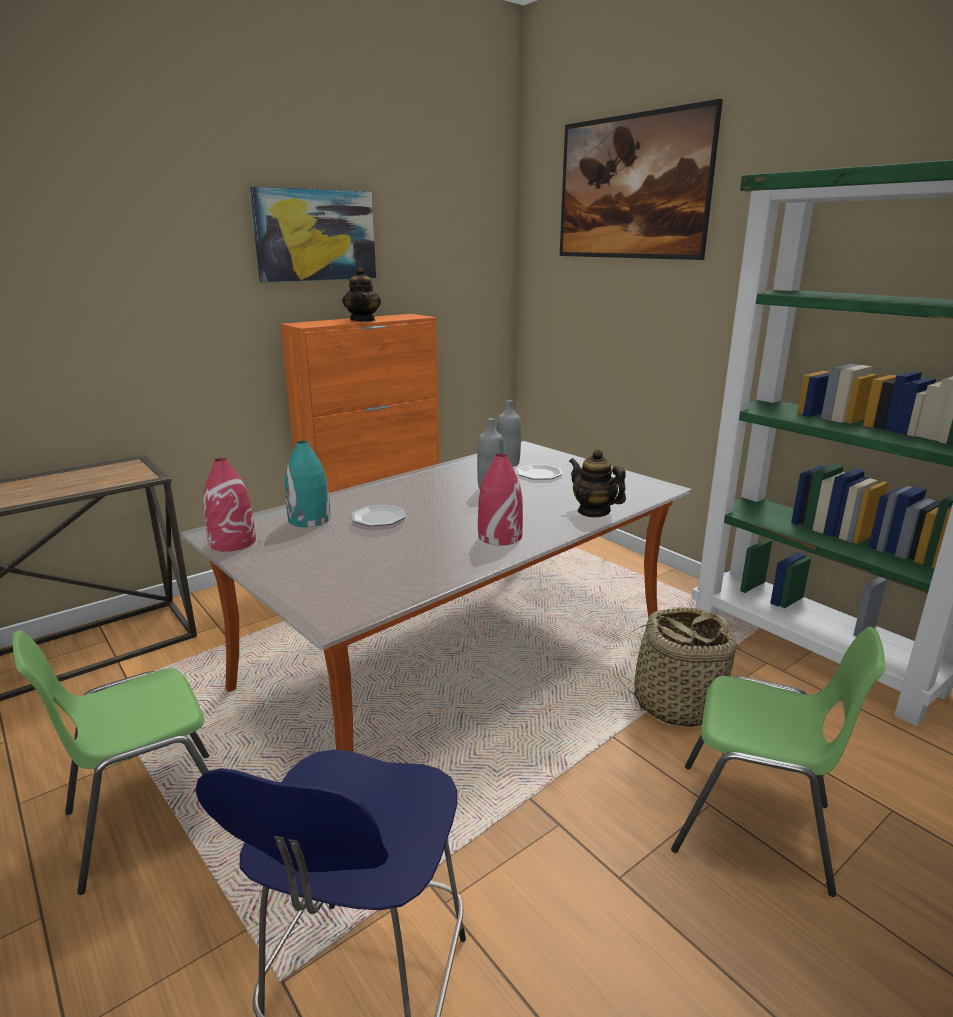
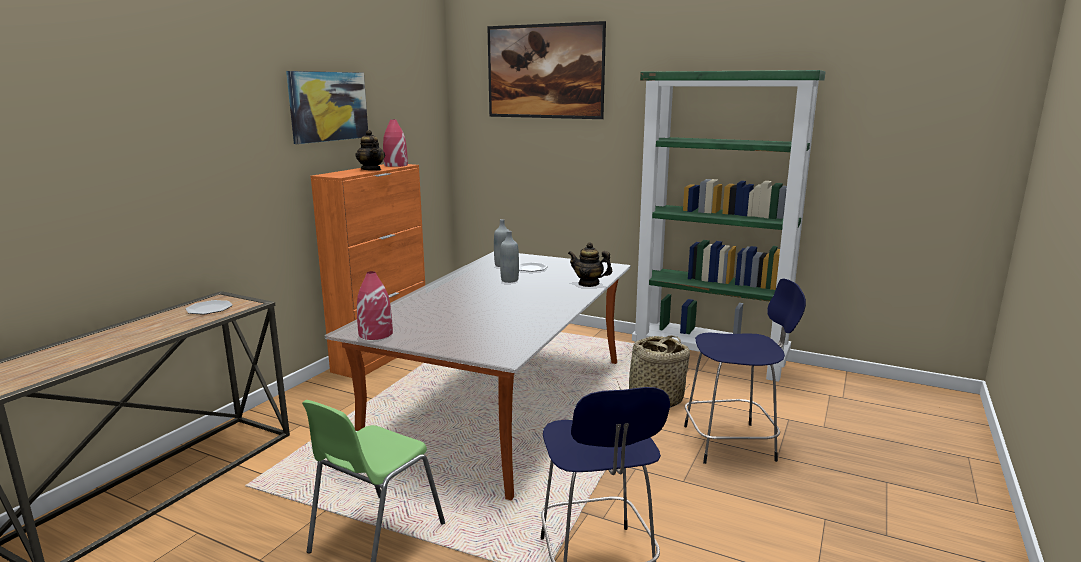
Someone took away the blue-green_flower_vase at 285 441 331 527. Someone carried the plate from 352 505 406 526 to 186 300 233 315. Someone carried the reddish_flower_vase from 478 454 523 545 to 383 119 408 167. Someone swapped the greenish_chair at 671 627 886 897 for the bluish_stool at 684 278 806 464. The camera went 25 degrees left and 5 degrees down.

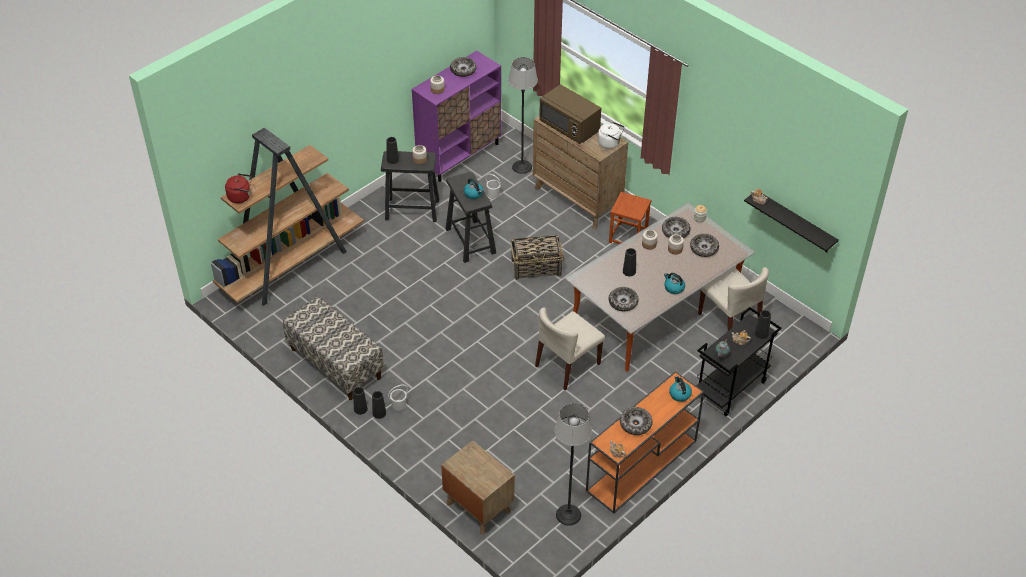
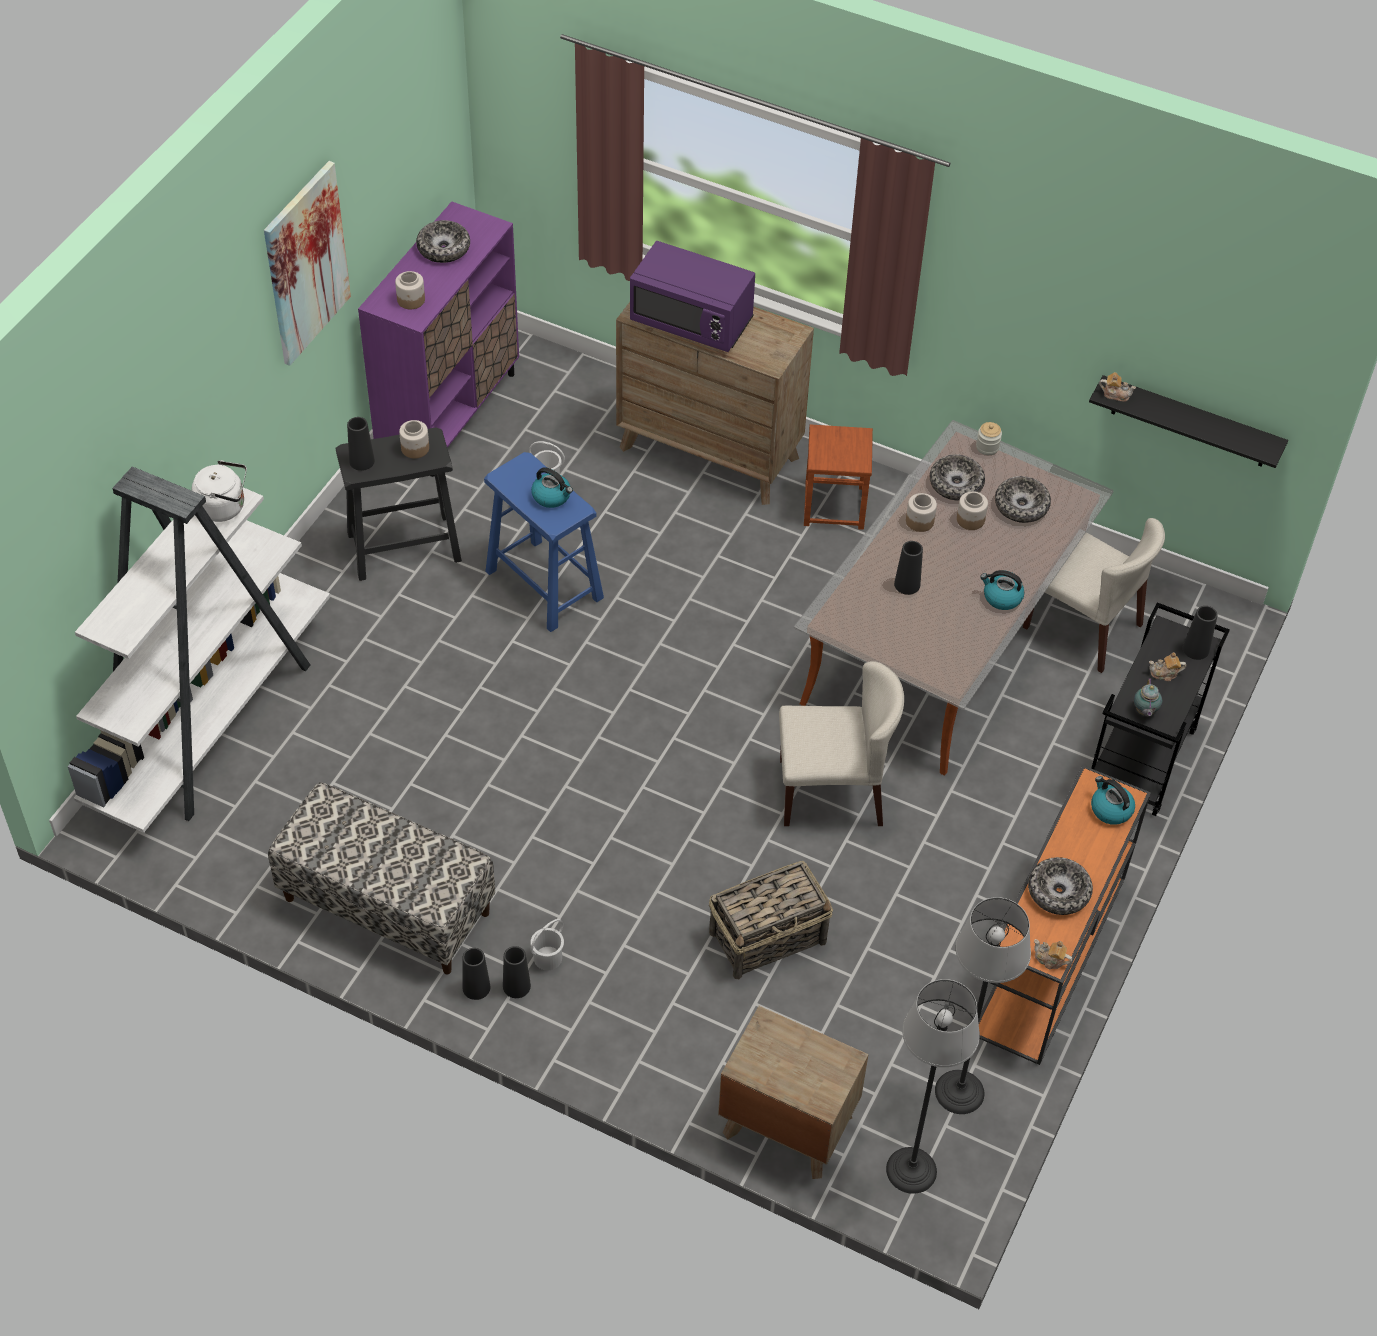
Someone repainted the brown-coloured_bookshelf at 211 128 364 306, which became the white_bookshelf at 67 466 330 833. Someone took away the reddish_kettle at 225 173 252 203. Someone repainted the blackish_stool at 445 172 496 263, which became the bluish_stool at 484 452 604 632. Someone carried the standard_lamp from 508 57 538 174 to 886 979 980 1194. Someone carried the storage_basket from 511 235 564 280 to 709 861 833 979. Someone rotated the beige-coloured_chair at 535 307 605 390 by 120 degrees counterclockwise. Someone repainted the brown-coloured_microwave at 539 84 601 144, which became the purple_microwave at 630 241 755 352. Someone carried the white_kettle from 598 122 625 149 to 192 460 247 522. Someone took away the deep_dish at 609 287 639 311. Someone put up the picture at 264 161 351 365. The camera went 20 degrees left and 5 degrees up.

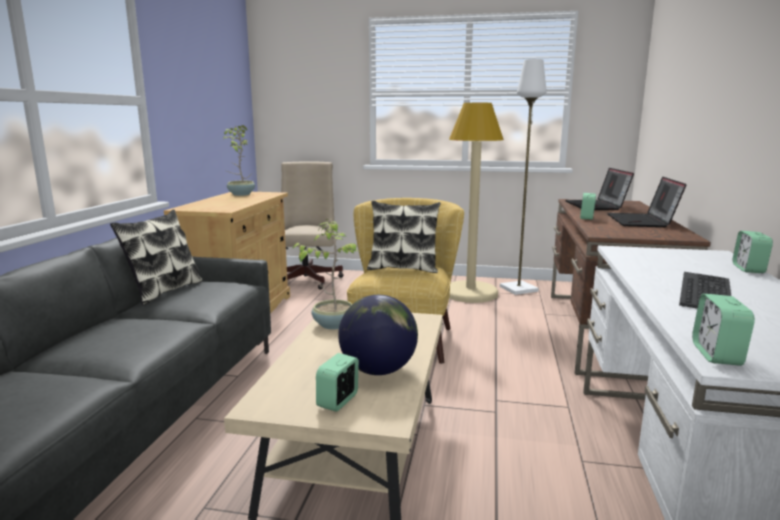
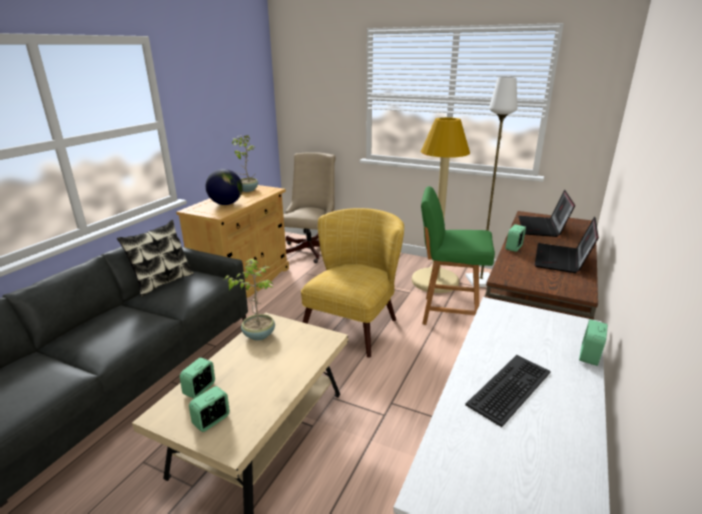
Someone carried the desk_globe from 338 295 418 375 to 206 169 243 205. Someone took away the throw_pillow at 367 201 441 273. Someone carried the alarm_clock from 692 294 755 366 to 180 358 215 399. Someone put down the greenish_chair at 421 186 495 325. The camera went 15 degrees right and 10 degrees up.

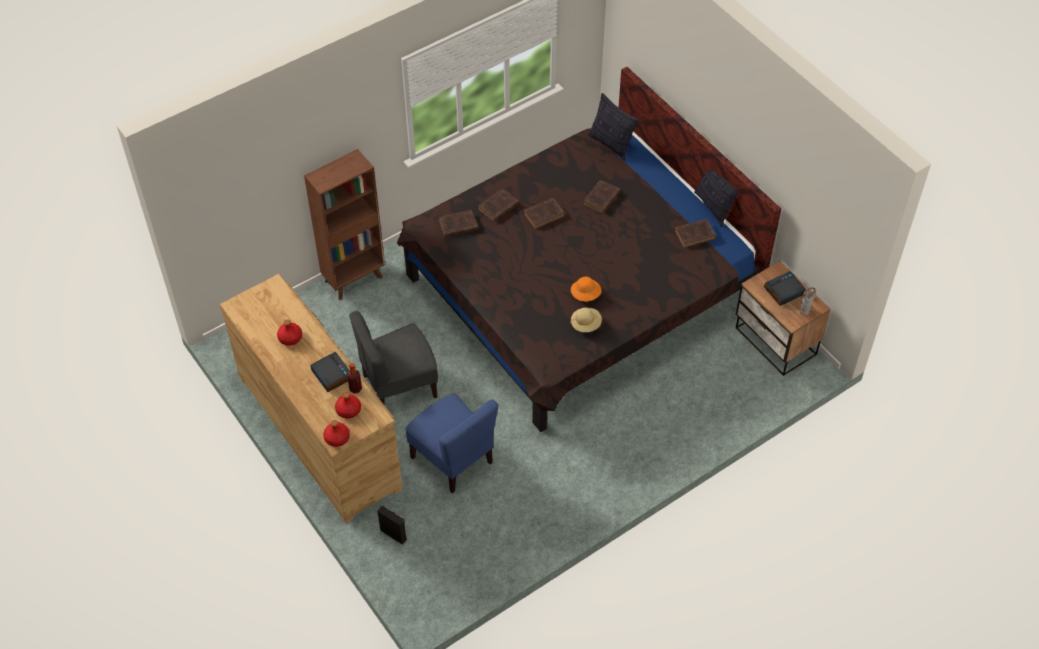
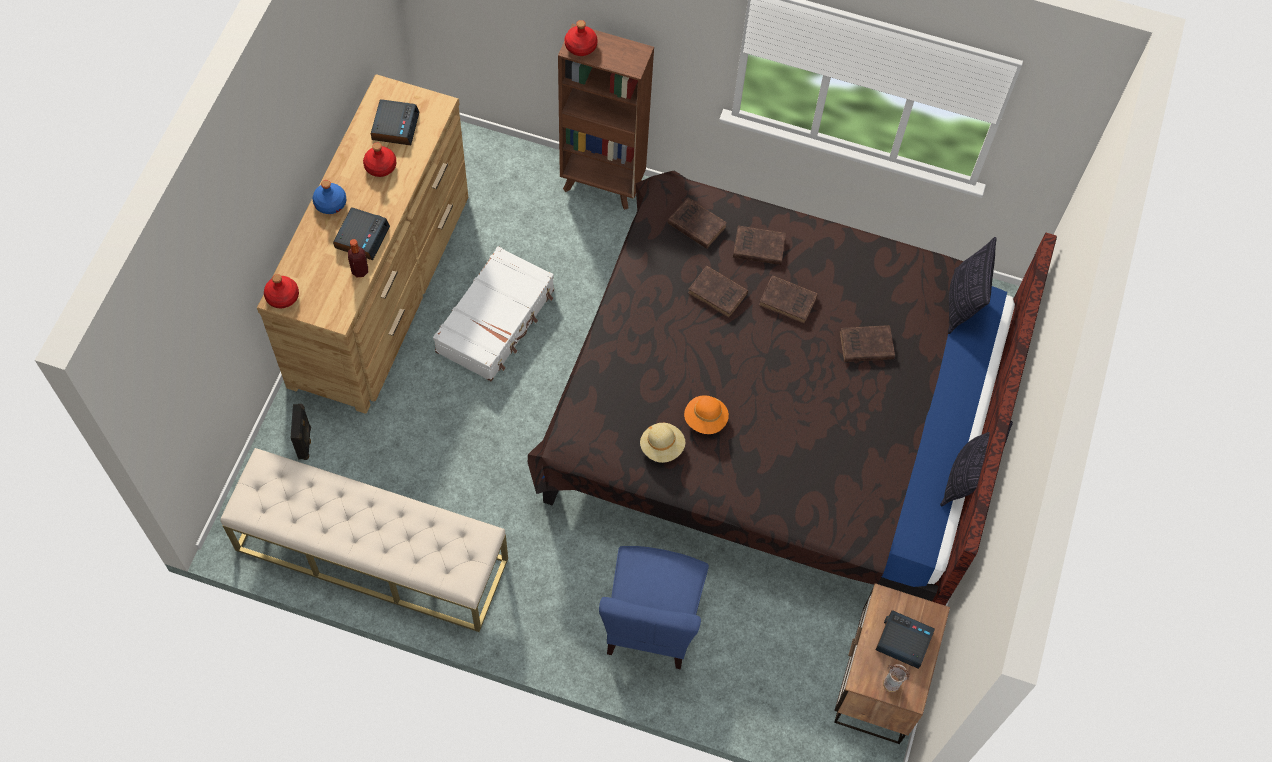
Someone carried the reddish_bottle from 335 392 361 418 to 565 20 598 56. Someone swapped the grey_chair at 349 311 438 405 for the white_suitcase at 433 246 554 381. Someone carried the bluish_chair from 406 393 498 493 to 599 546 709 669. Someone carried the brown-coloured_volume from 675 219 716 248 to 688 266 748 318. Someone put down the beige-coloured_bench at 220 448 508 632. Someone put down the bluish_bottle at 312 180 346 214. Someone put down the alarm_clock at 371 99 420 145. The camera went 50 degrees right and 10 degrees up.

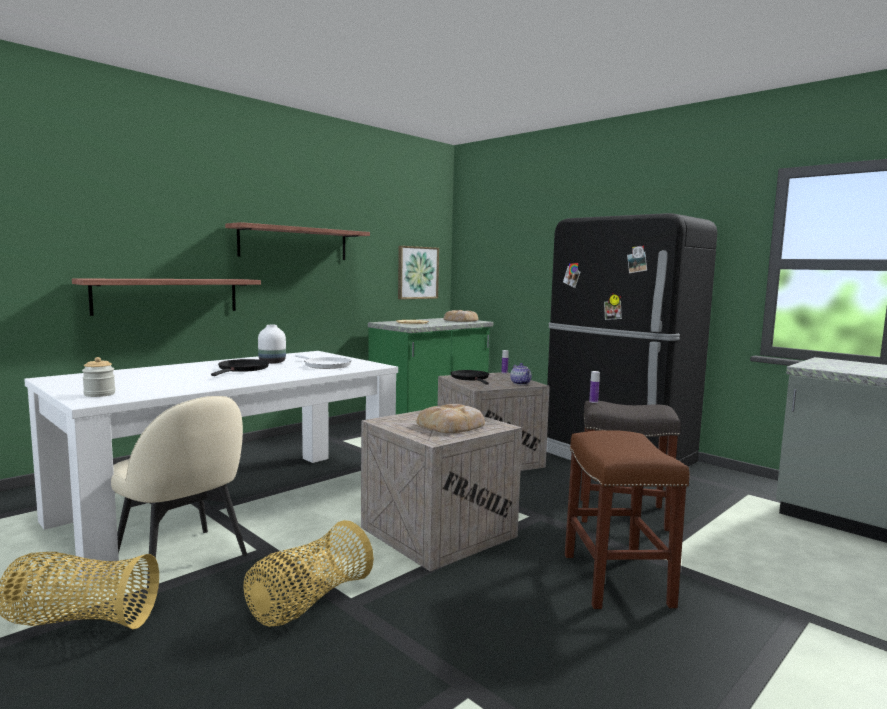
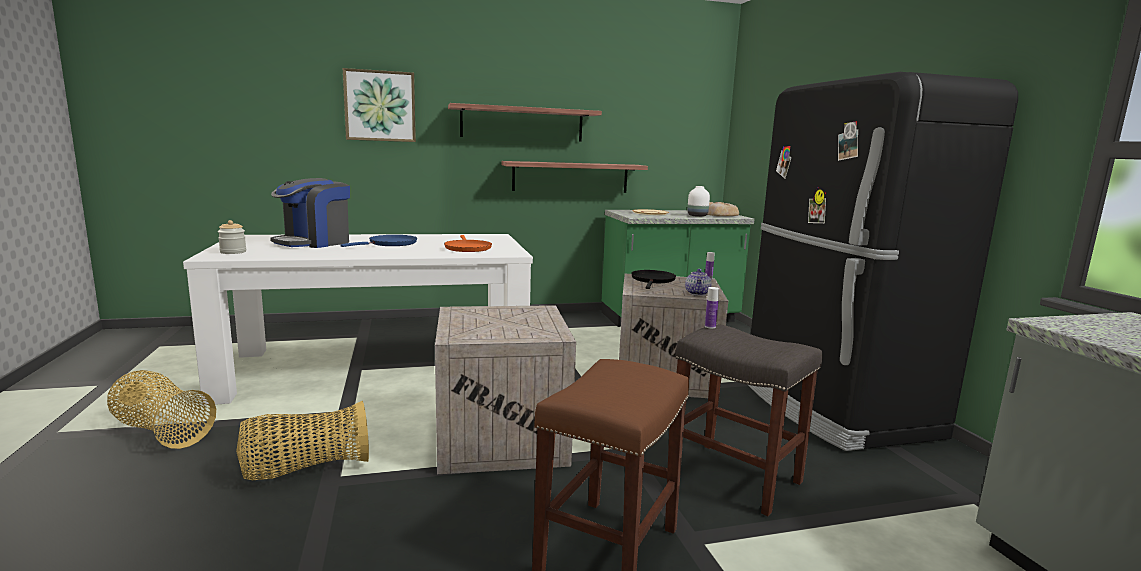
Someone carried the shelf from 72 279 261 316 to 501 161 648 193. Someone took away the beige-coloured_chair at 111 396 247 593. Someone repainted the blackish_frying_pan at 211 359 269 376, which became the bluish_frying_pan at 340 235 417 247. Someone carried the white_flower_vase from 258 325 286 364 to 687 186 710 217. Someone repainted the white_frying_pan at 295 354 351 369, which became the orangey_frying_pan at 444 235 492 252. Someone carried the picture from 398 246 439 300 to 343 68 416 142. Someone took away the bread at 416 404 485 433. Someone put down the coffee_machine at 270 178 350 248. The camera went 30 degrees right and 5 degrees up.

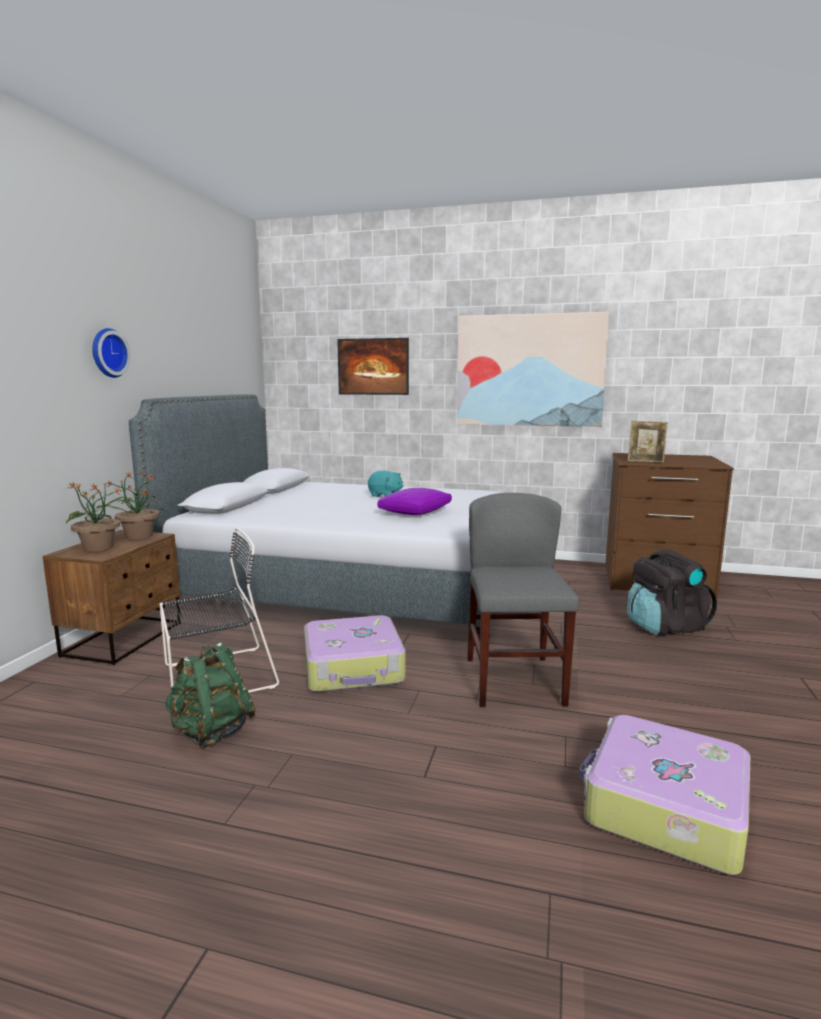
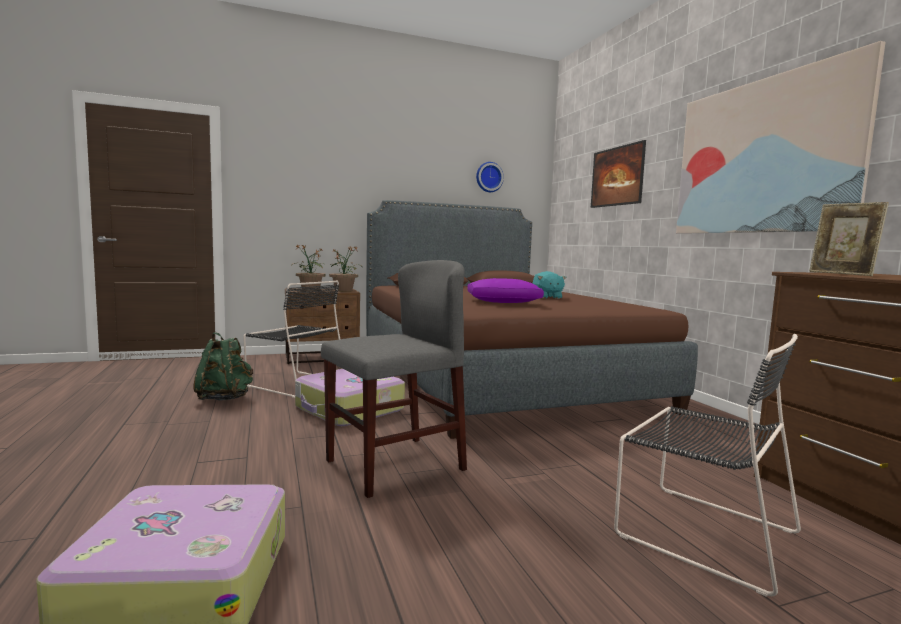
Someone carried the clock_on_the_wall from 92 328 131 378 to 476 162 504 192. Someone repainted the grey_sleeping_bed at 129 394 501 646, which became the brown-coloured_sleeping_bed at 366 200 698 439. Someone swapped the blackish_rucksack at 627 549 717 637 for the blackish_chair at 614 334 801 597. The camera went 55 degrees right and 5 degrees down.

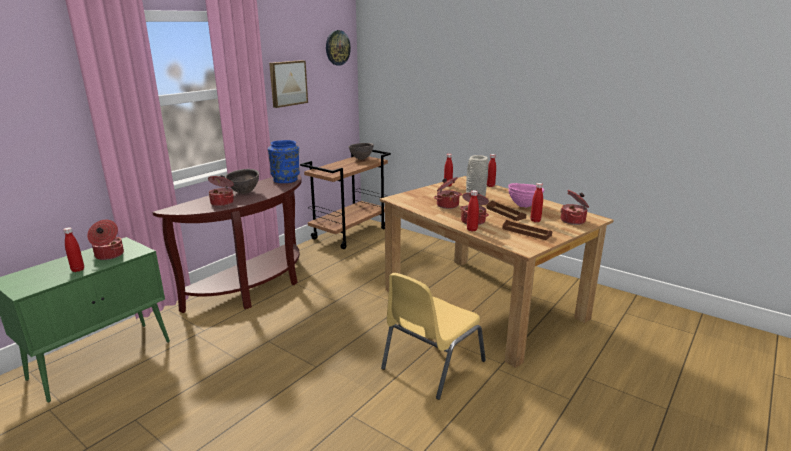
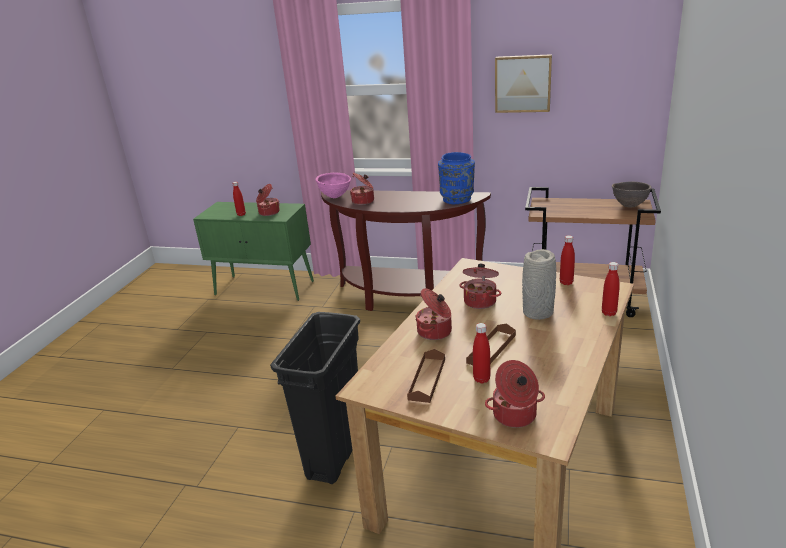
Someone took away the brown-coloured_deep_dish at 225 169 259 194. Someone took away the clock_on_the_wall at 326 30 351 66. Someone swapped the yellow_chair at 381 273 486 400 for the blackish_trash_can at 270 312 360 484. Someone took away the reddish_bottle at 467 190 479 232. Someone carried the pink-coloured_deep_dish from 508 183 544 208 to 316 173 351 198. The camera went 70 degrees right and 5 degrees up.

